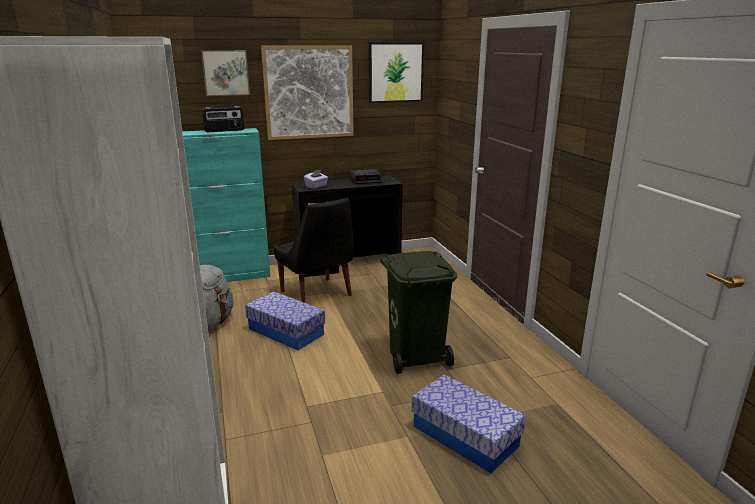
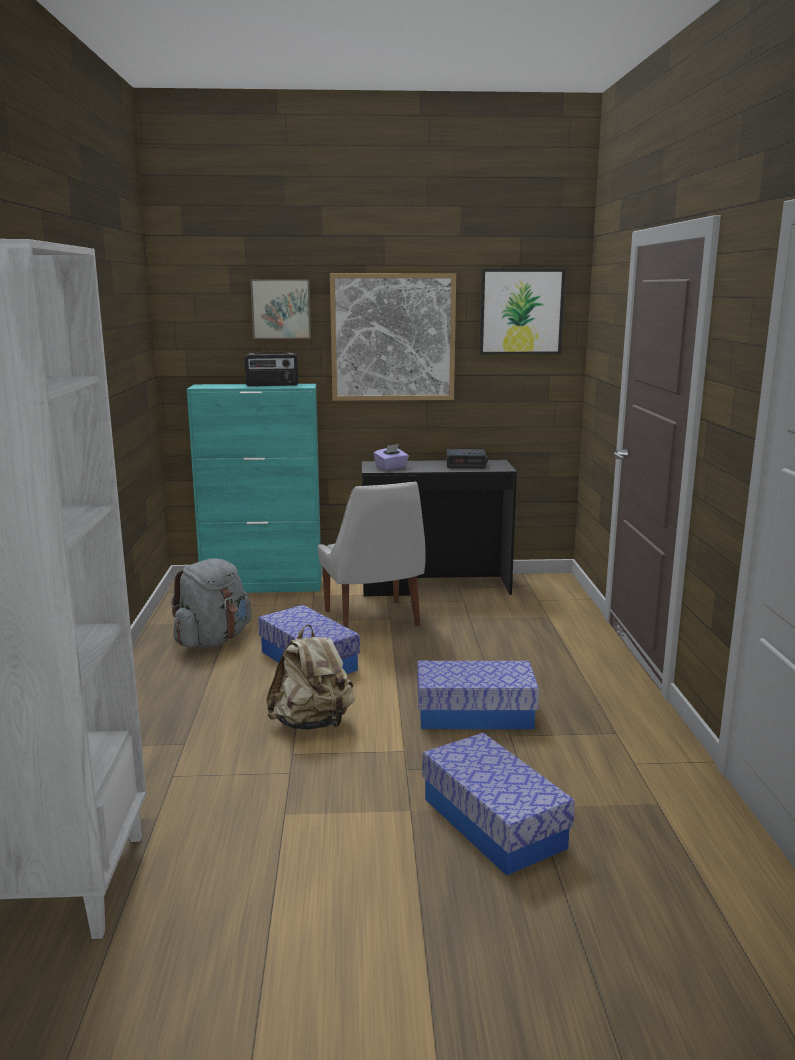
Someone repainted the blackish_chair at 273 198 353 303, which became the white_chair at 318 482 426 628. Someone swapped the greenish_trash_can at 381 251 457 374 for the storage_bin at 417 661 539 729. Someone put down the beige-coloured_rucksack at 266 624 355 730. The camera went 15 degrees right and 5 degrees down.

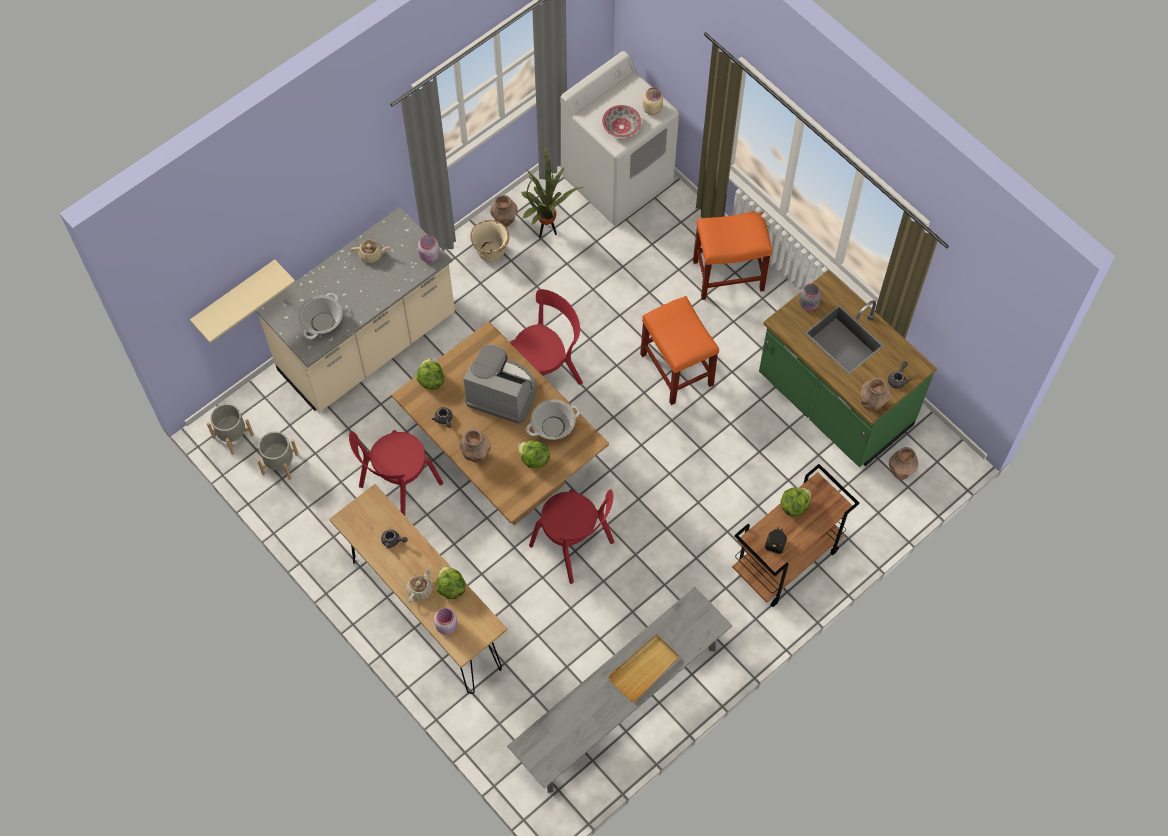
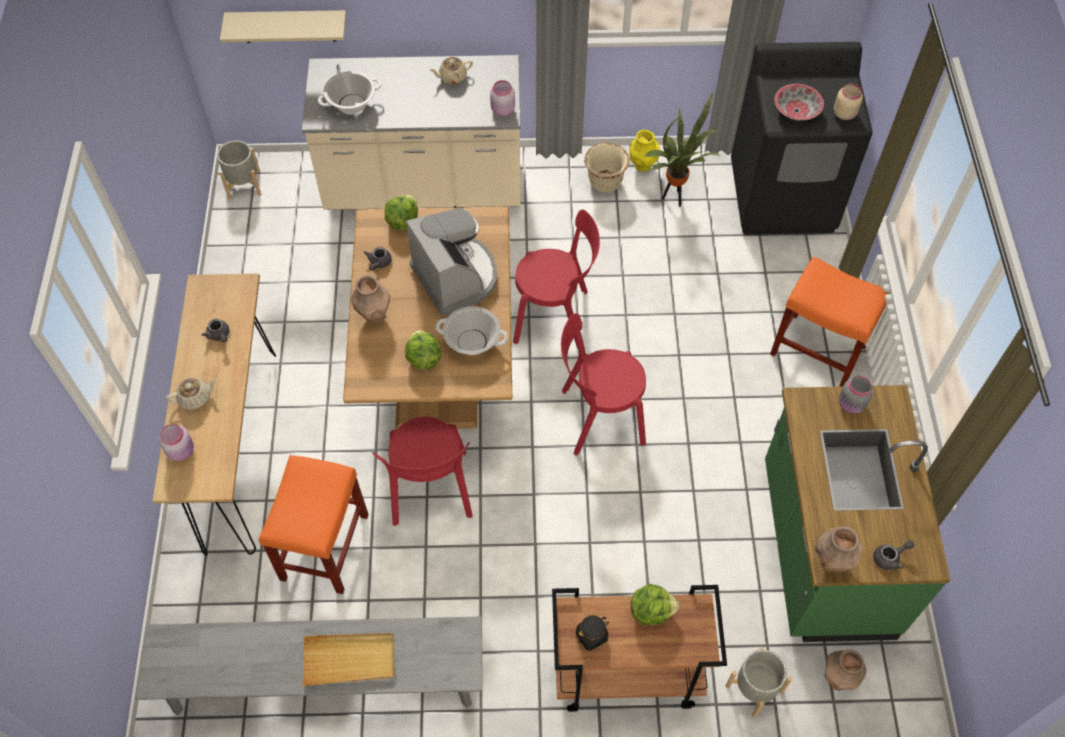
Someone carried the grey_planter from 257 432 299 480 to 726 647 792 718. Someone carried the reddish_chair from 349 430 443 516 to 561 313 646 455. Someone rotated the beige-coloured_teapot at 351 240 390 263 by 120 degrees clockwise. Someone took away the head_of_lettuce at 436 566 466 599. Someone repainted the brown-coloured_flower_vase at 490 195 518 227, which became the yellow_flower_vase at 629 130 660 172. Someone repainted the white_washing_machine at 561 51 679 226, which became the blackish_washing_machine at 731 42 873 235. Someone carried the orangey_stool from 640 296 719 405 to 259 455 369 594. The camera went 40 degrees right and 5 degrees down.

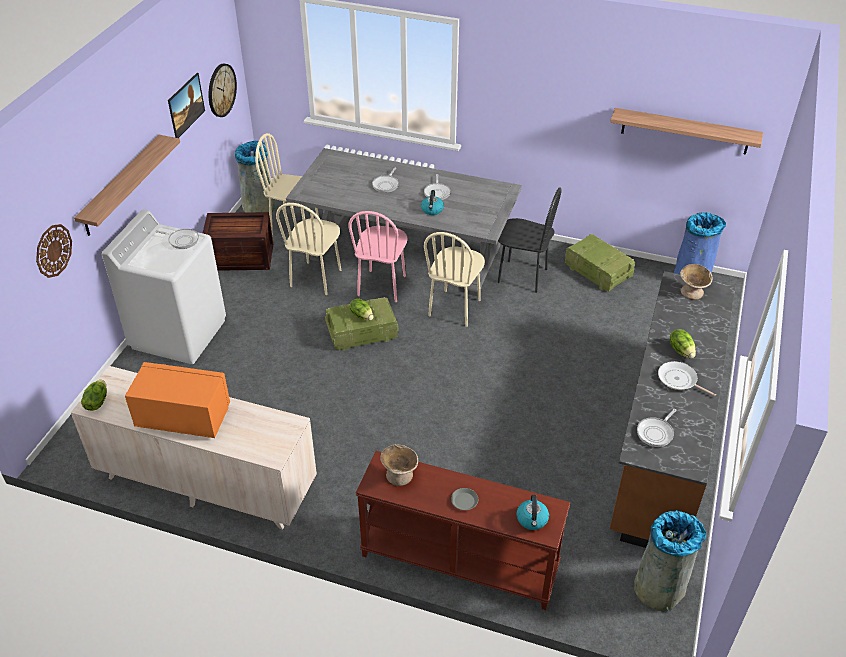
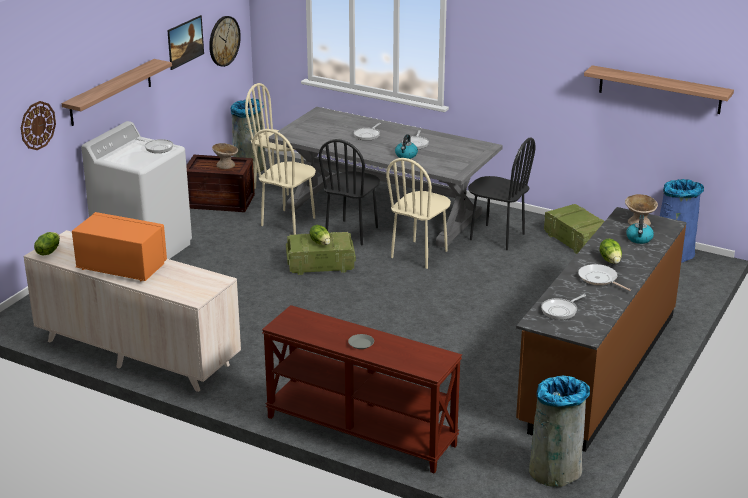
Someone repainted the pink-coloured_chair at 348 211 408 302, which became the blackish_chair at 319 139 380 245. Someone carried the beige-coloured_deep_dish from 380 444 418 486 to 212 143 238 169. Someone carried the kettle from 516 495 549 530 to 626 215 654 244. The camera went 10 degrees right and 15 degrees down.

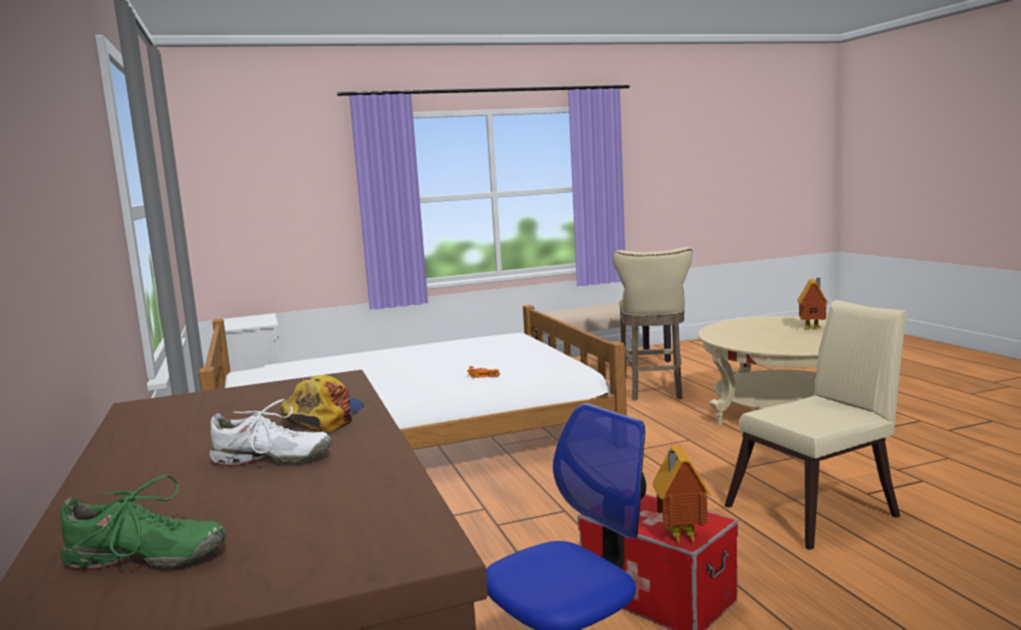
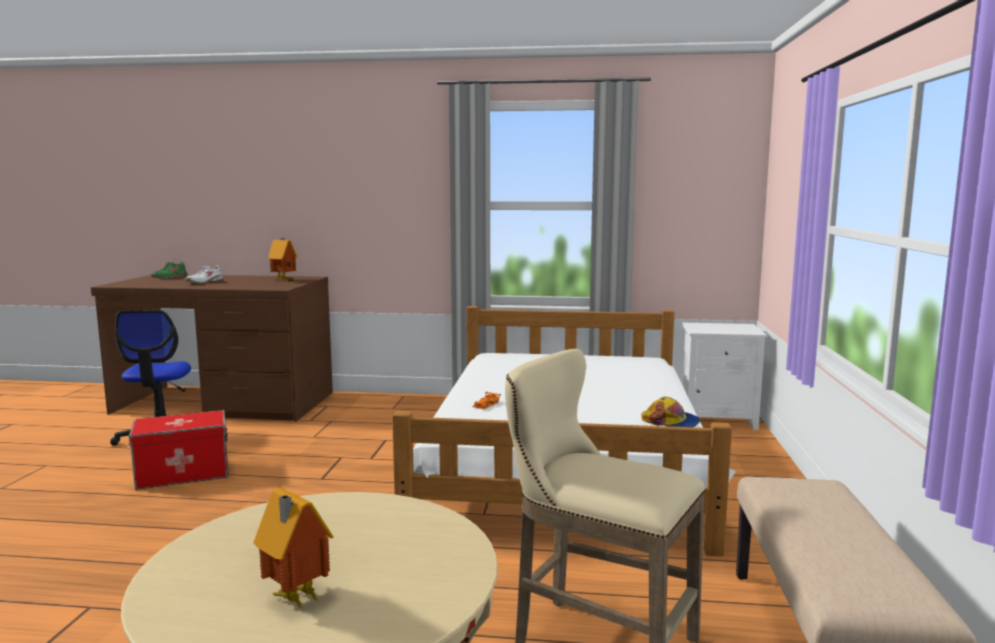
Someone carried the baseball_cap from 280 375 364 432 to 641 397 700 427. Someone carried the miniature_house from 653 445 711 543 to 268 238 297 280. Someone took away the beige-coloured_chair at 725 300 907 550. The camera went 115 degrees right and 0 degrees up.

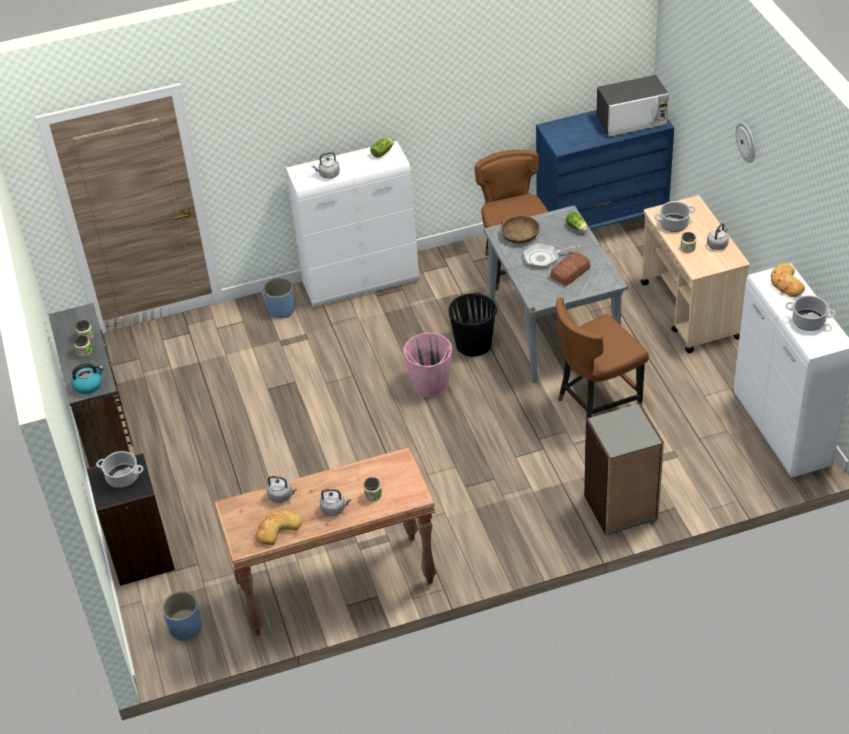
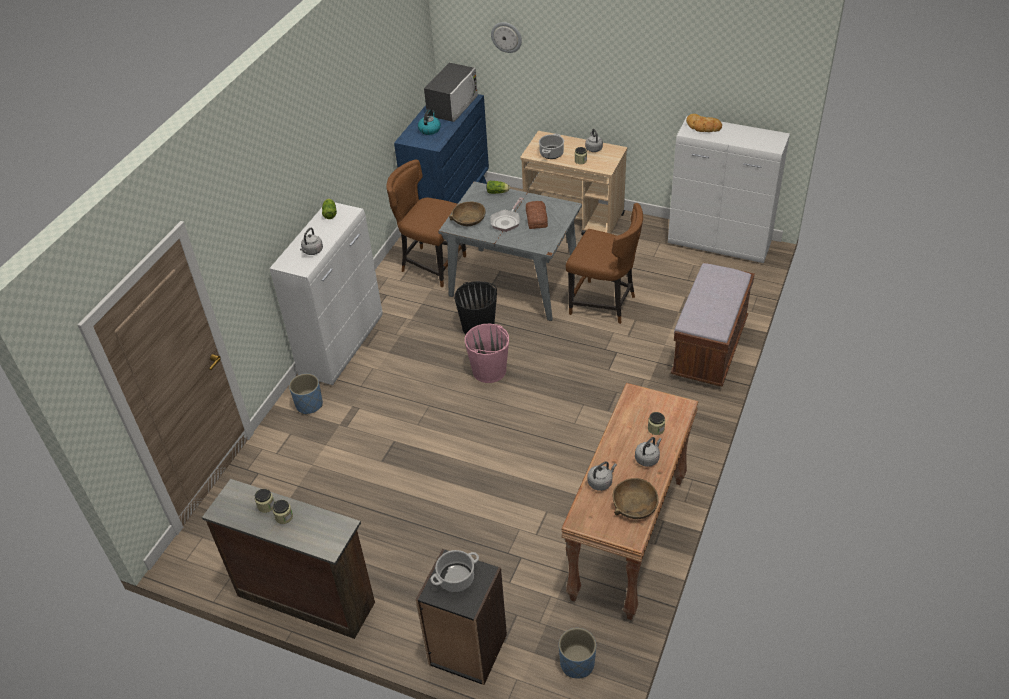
Someone carried the kettle from 71 363 104 394 to 418 109 441 135. Someone swapped the bread at 256 510 303 545 for the brown-coloured_deep_dish at 613 478 659 519. Someone rotated the brown-coloured_chair at 556 297 649 418 by 75 degrees counterclockwise. Someone swapped the grey_bookshelf at 584 403 664 536 for the brown-coloured_bench at 671 263 755 387. Someone carried the clock_on_the_wall from 735 122 755 163 to 491 22 522 53. Someone took away the saucepot at 785 295 836 331. The camera went 50 degrees left and 0 degrees up.

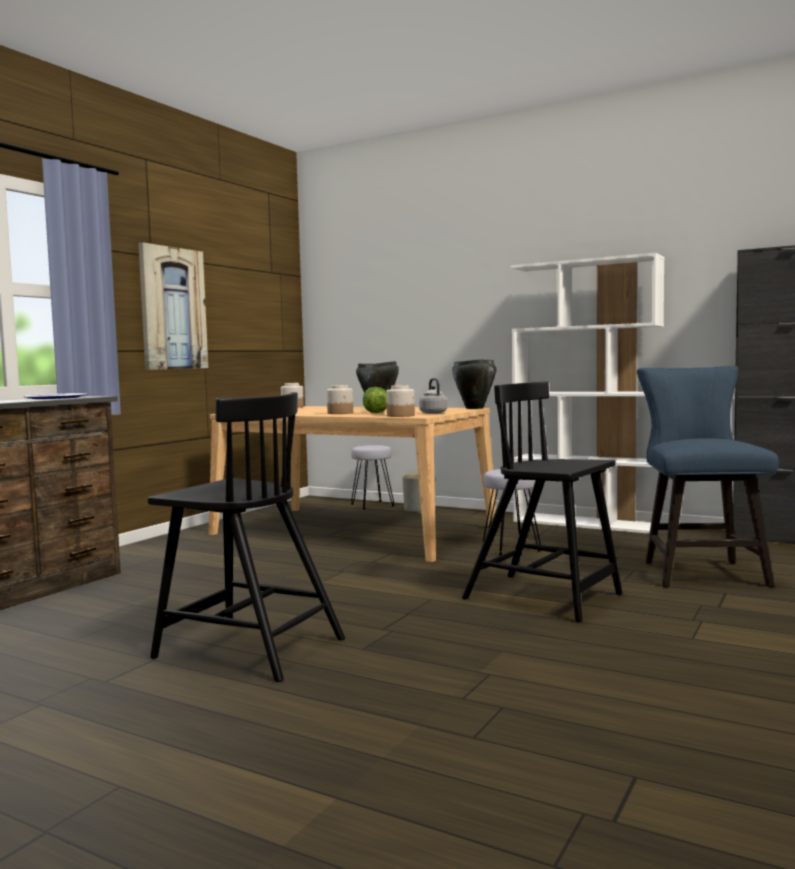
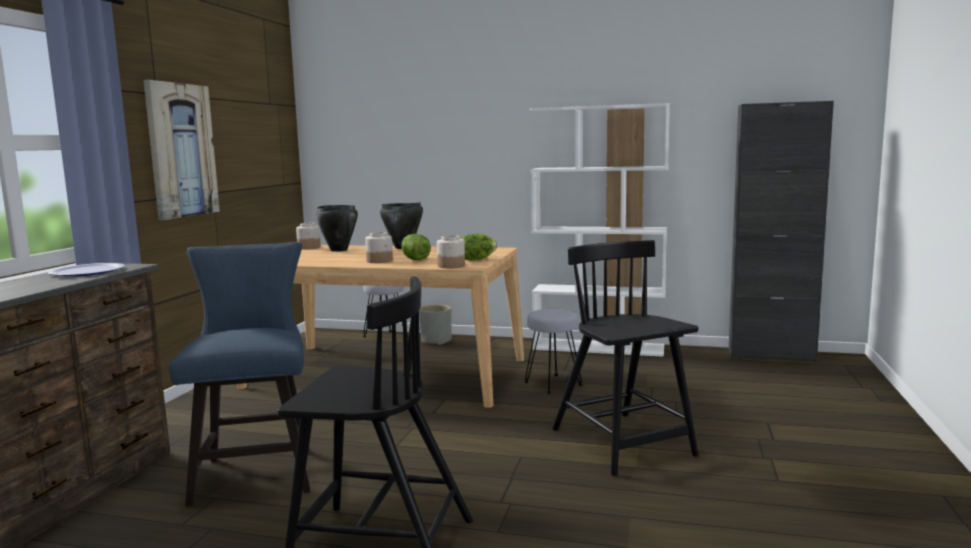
Someone swapped the grey_kettle at 419 378 448 414 for the head_of_lettuce at 460 234 497 260. Someone carried the blackish_saucepot from 452 359 496 409 to 315 205 358 252. Someone rotated the blackish_chair at 462 381 622 622 by 45 degrees clockwise. Someone carried the bluish_chair from 637 366 778 587 to 169 242 310 506. The camera went 15 degrees left and 5 degrees up.

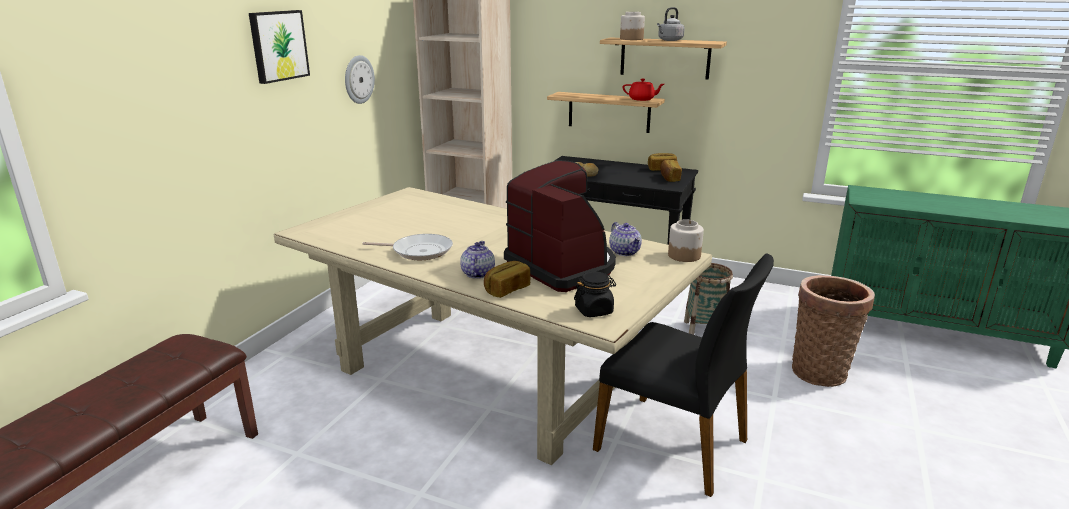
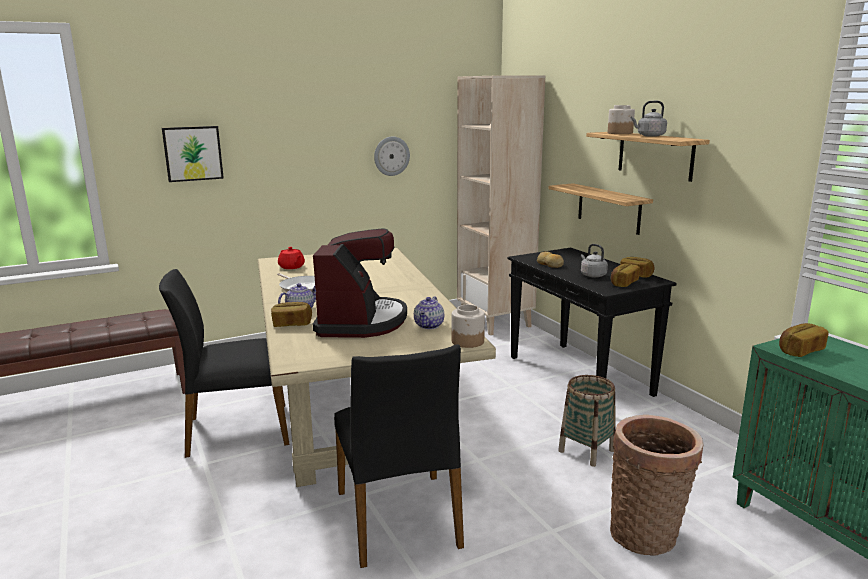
Someone carried the picture from 249 10 310 84 to 162 126 224 182. Someone took away the blackish_preserve_jar at 574 271 616 317. Someone carried the reddish_teapot from 623 79 664 101 to 278 247 305 269. Someone put down the blackish_chair at 159 269 289 458. Someone put down the grey_kettle at 581 244 608 277. Someone put down the bread at 779 323 829 357. The camera went 40 degrees right and 5 degrees down.

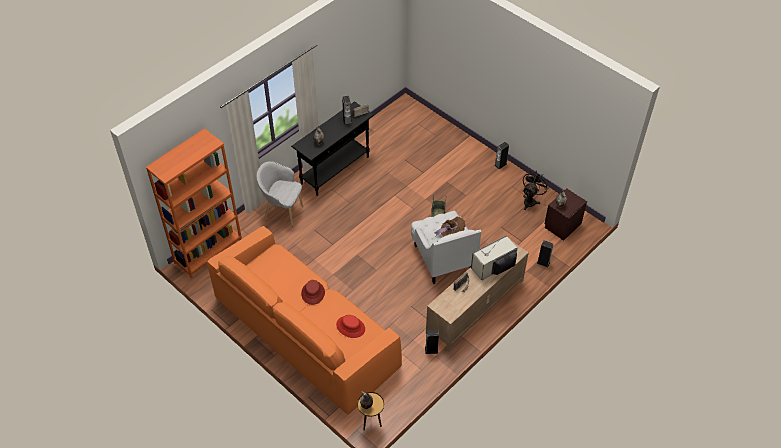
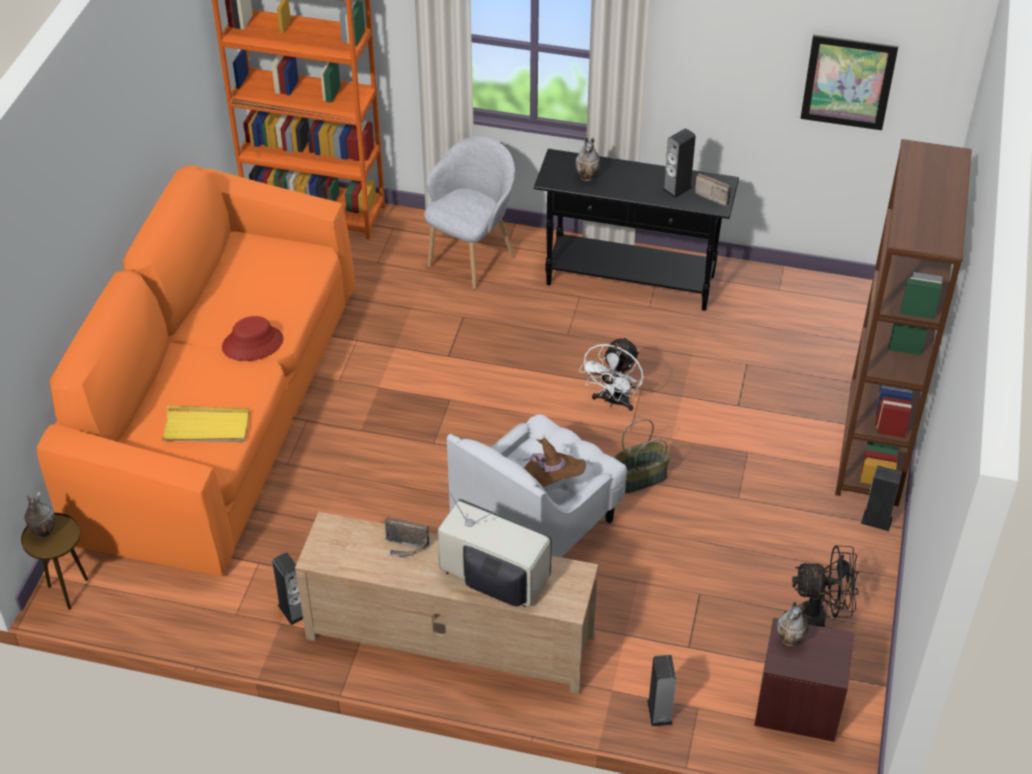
Someone rotated the grey_lounge_chair at 256 161 304 227 by 45 degrees clockwise. Someone swapped the reddish_clothing_hat at 336 315 365 338 for the yellow_tray at 161 405 250 442. Someone put down the white_cooling_fan at 579 337 643 411. Someone put up the picture at 800 35 898 130. Someone put down the brown-coloured_bookshelf at 835 139 972 507. The camera went 60 degrees right and 5 degrees down.

